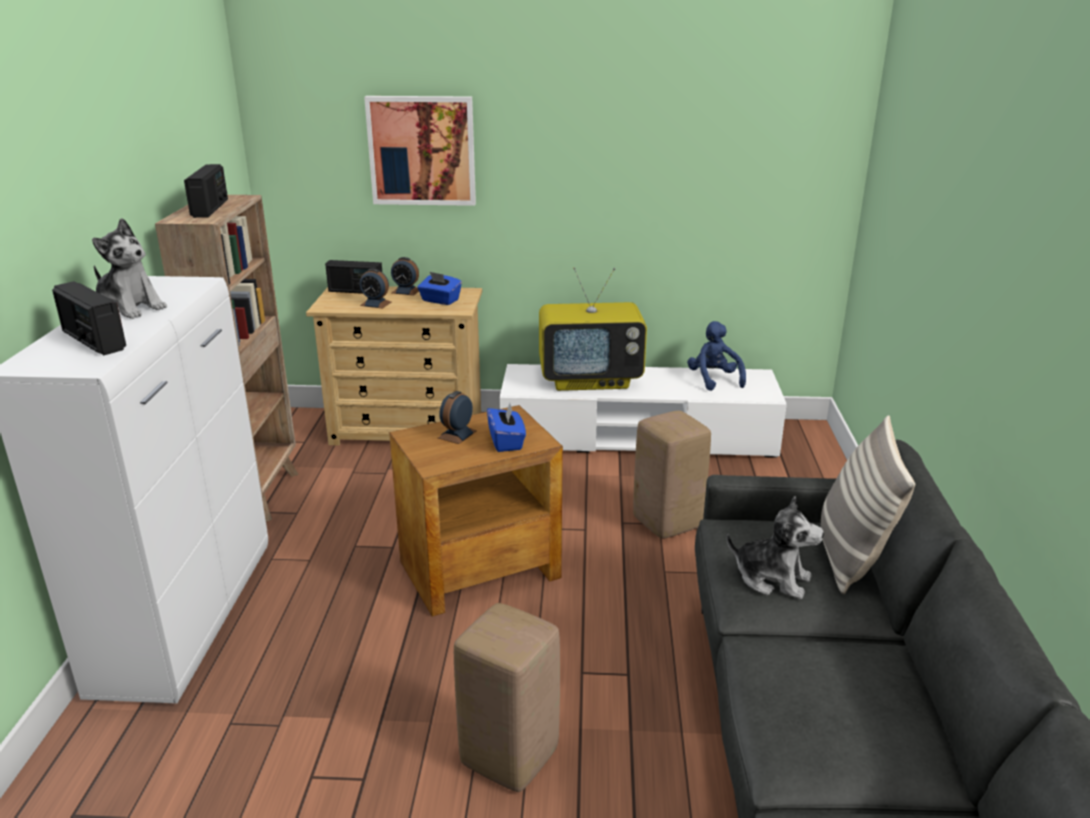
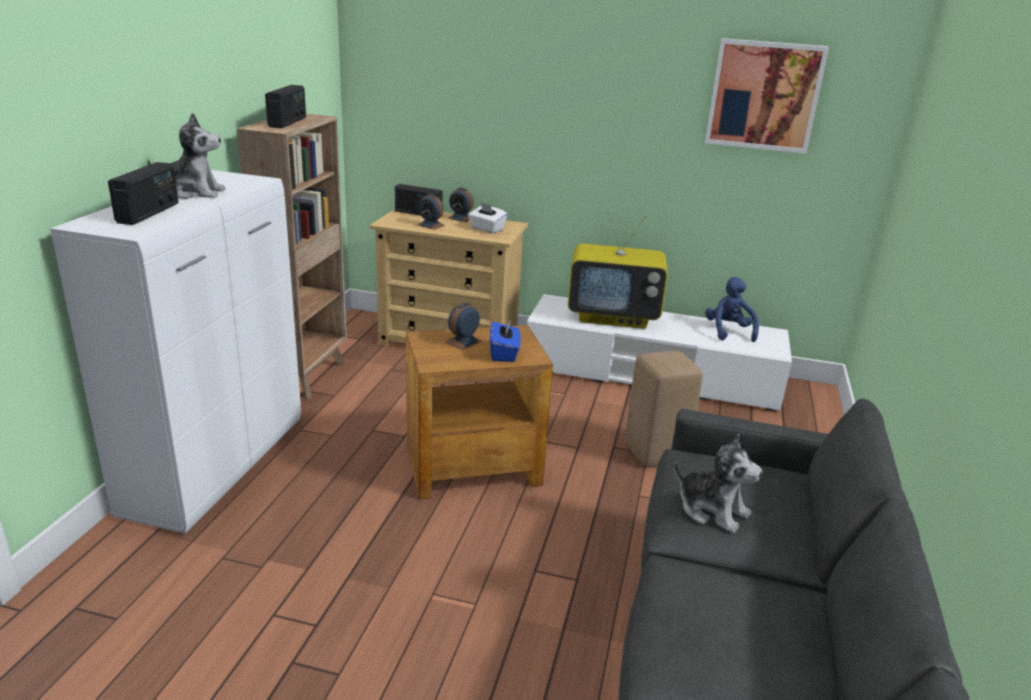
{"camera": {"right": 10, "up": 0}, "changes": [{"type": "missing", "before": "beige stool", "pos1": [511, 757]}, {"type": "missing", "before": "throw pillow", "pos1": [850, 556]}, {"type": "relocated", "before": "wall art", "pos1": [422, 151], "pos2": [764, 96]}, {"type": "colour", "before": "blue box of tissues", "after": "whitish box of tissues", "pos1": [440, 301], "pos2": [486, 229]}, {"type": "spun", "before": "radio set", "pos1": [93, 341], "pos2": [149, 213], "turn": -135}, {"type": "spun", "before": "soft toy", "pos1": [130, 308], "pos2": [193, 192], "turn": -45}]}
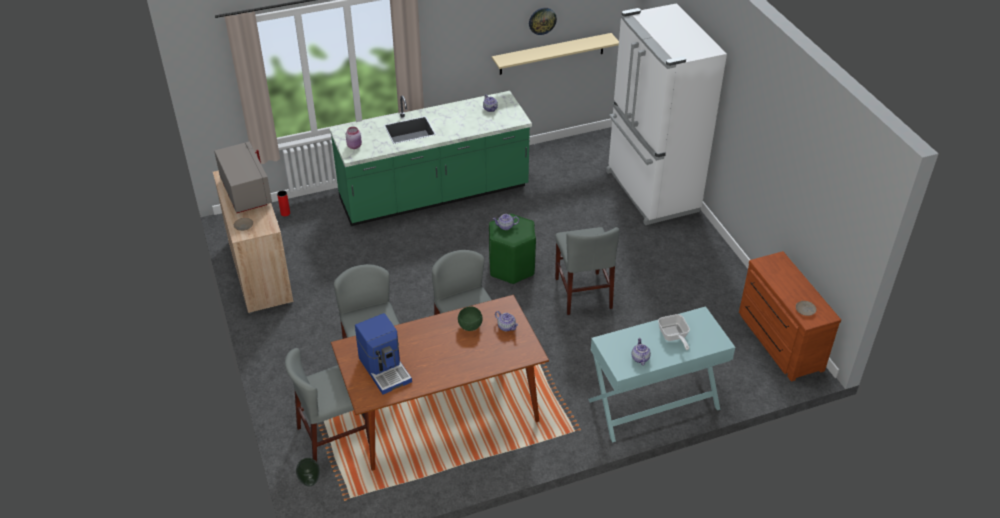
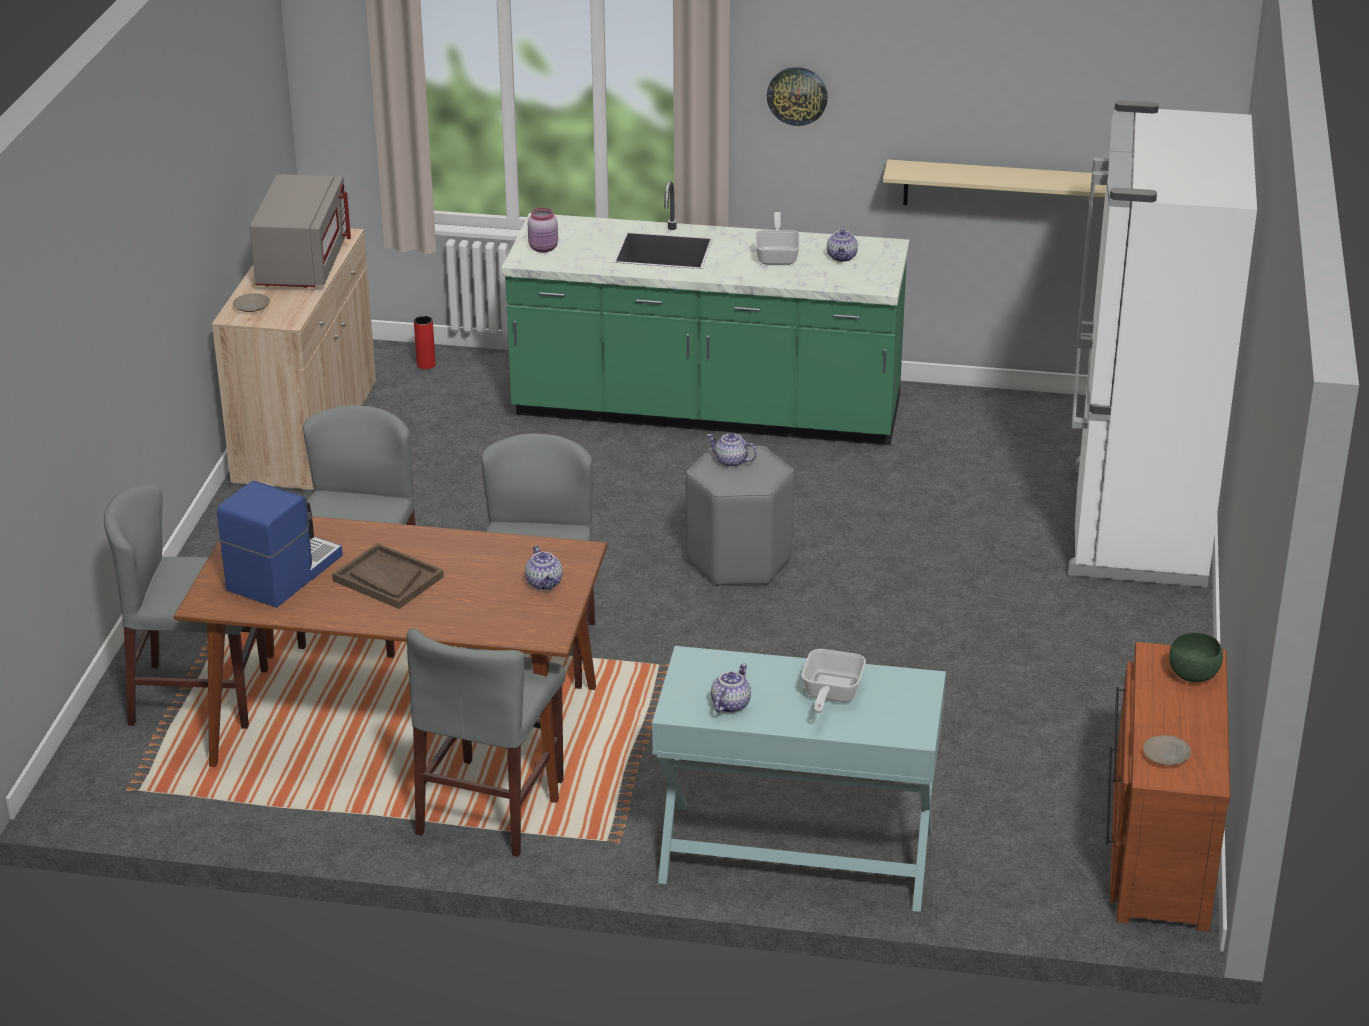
{"camera": {"right": 30, "up": -10}, "changes": [{"type": "missing", "before": "vase", "pos1": [309, 482]}, {"type": "appeared", "after": "brown-coloured carrying tray", "pos2": [387, 579]}, {"type": "appeared", "after": "frying pan", "pos2": [778, 255]}, {"type": "relocated", "before": "greenish serving bowl", "pos1": [470, 326], "pos2": [1194, 676]}, {"type": "relocated", "before": "hanging clock", "pos1": [542, 20], "pos2": [797, 95]}, {"type": "relocated", "before": "greyish plain chair", "pos1": [583, 293], "pos2": [491, 806]}, {"type": "colour", "before": "greenish stool", "after": "greyish stool", "pos1": [512, 268], "pos2": [739, 561]}, {"type": "spun", "before": "coffee machine", "pos1": [385, 369], "pos2": [282, 573], "turn": -150}]}
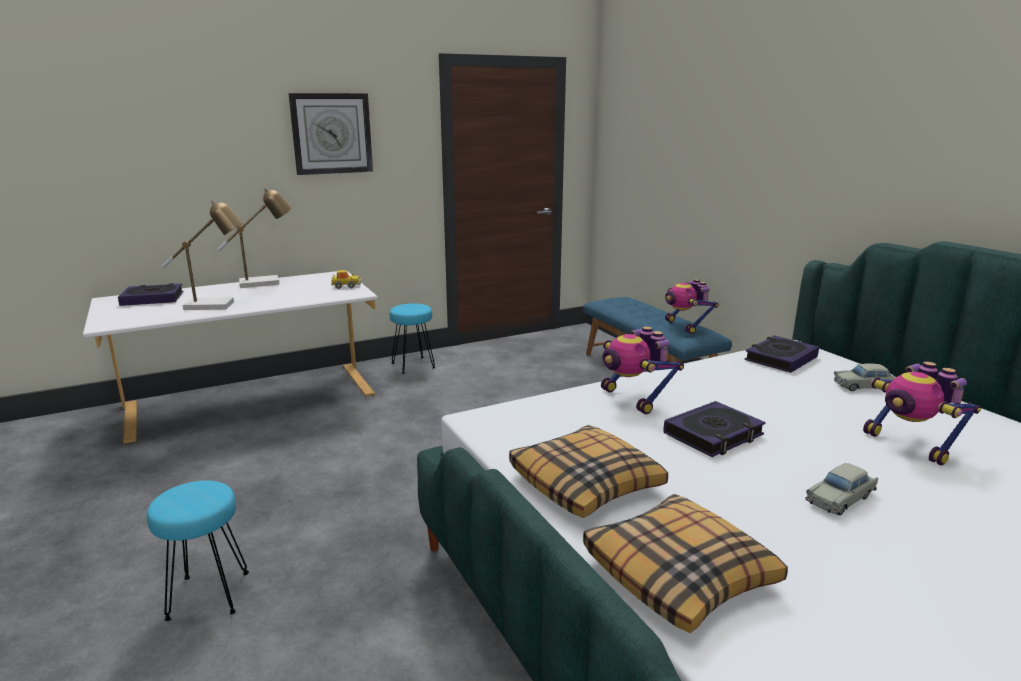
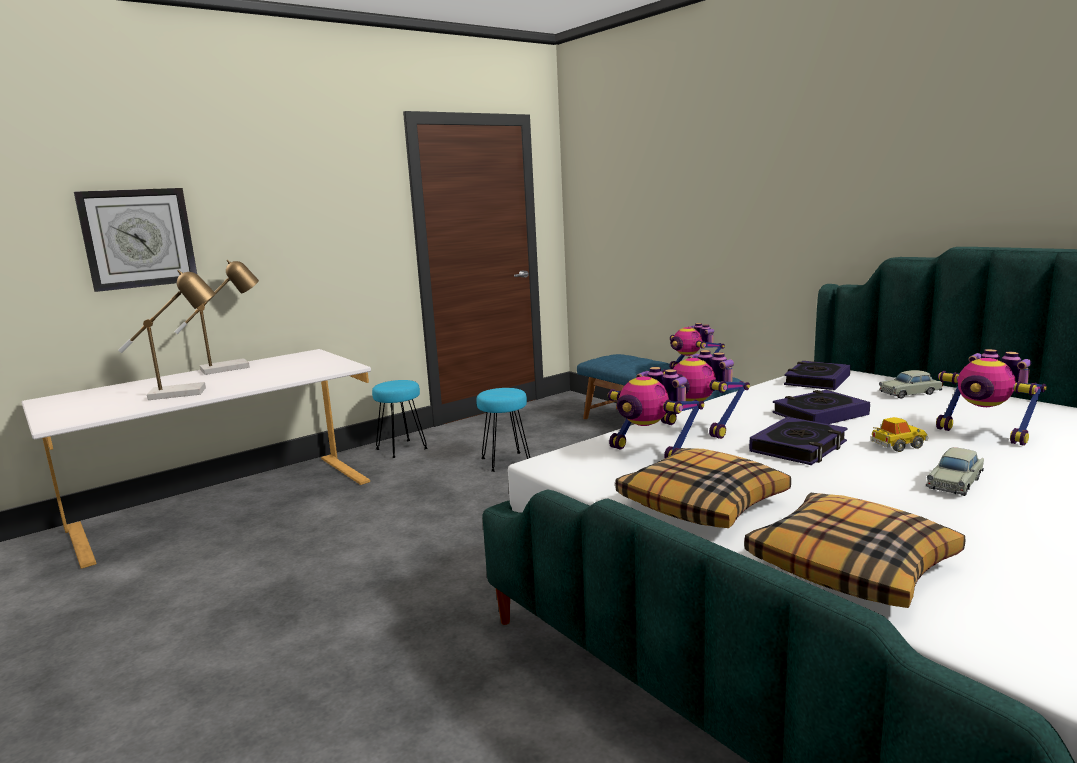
{"camera": {"right": -10, "up": -5}, "changes": [{"type": "appeared", "after": "toy robot", "pos2": [651, 452]}, {"type": "relocated", "before": "volume", "pos1": [152, 299], "pos2": [819, 414]}, {"type": "relocated", "before": "turquoise-coloured stool", "pos1": [207, 595], "pos2": [505, 462]}, {"type": "relocated", "before": "hanging clock", "pos1": [331, 133], "pos2": [138, 238]}, {"type": "relocated", "before": "miniature car", "pos1": [346, 286], "pos2": [898, 445]}]}
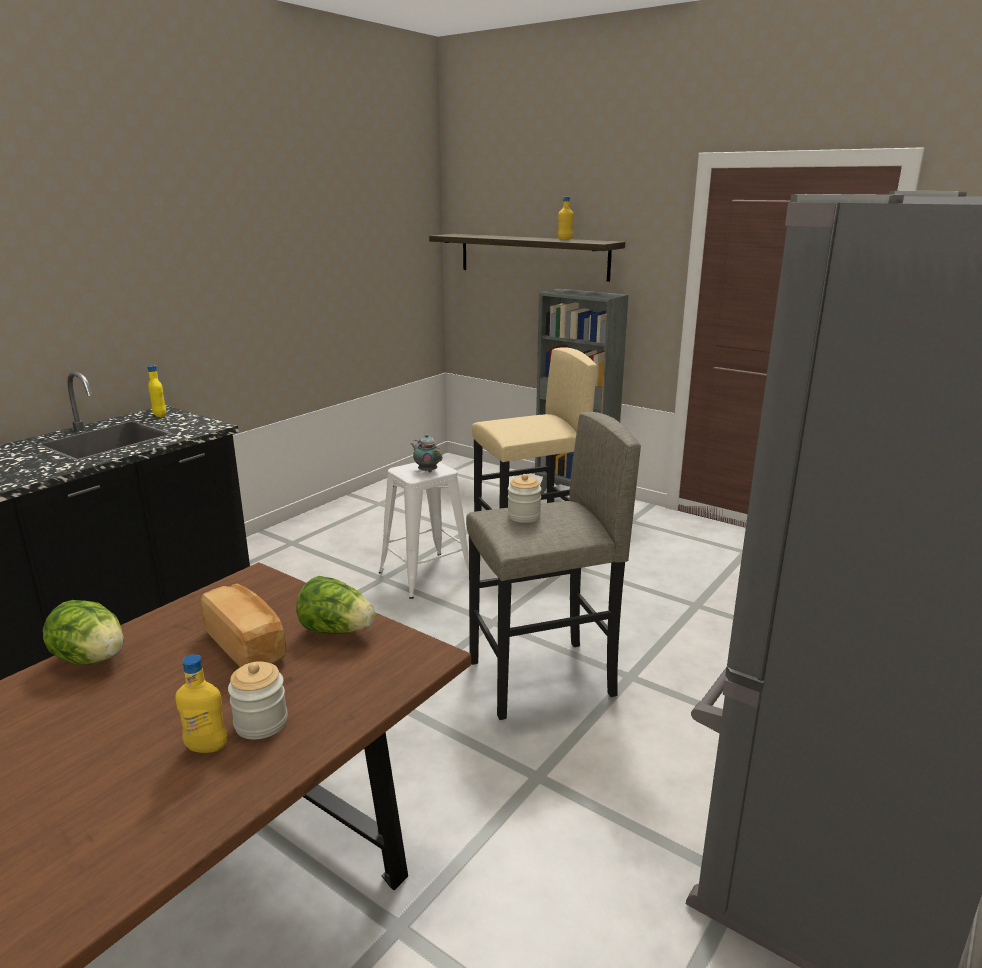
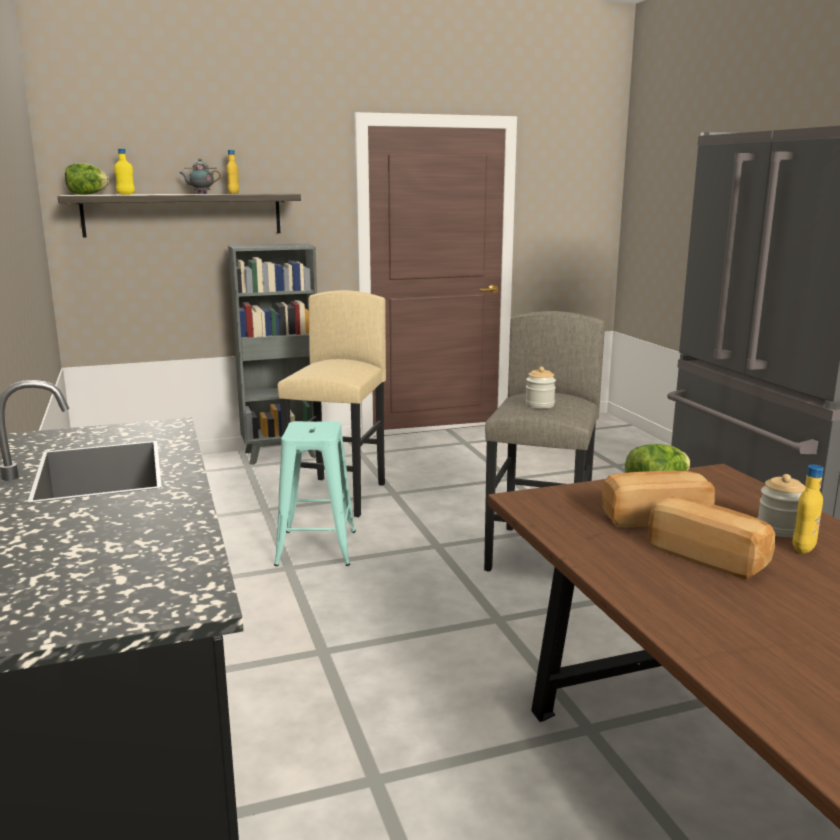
{"camera": {"right": -55, "up": -5}, "changes": [{"type": "appeared", "after": "bakery bread", "pos2": [708, 557]}, {"type": "relocated", "before": "lettuce", "pos1": [91, 658], "pos2": [87, 194]}, {"type": "relocated", "before": "yellow-coloured drink bottle", "pos1": [160, 415], "pos2": [126, 194]}, {"type": "relocated", "before": "pot for tea", "pos1": [427, 471], "pos2": [201, 194]}, {"type": "colour", "before": "whitish stool", "after": "turquoise-coloured stool", "pos1": [426, 575], "pos2": [316, 548]}]}
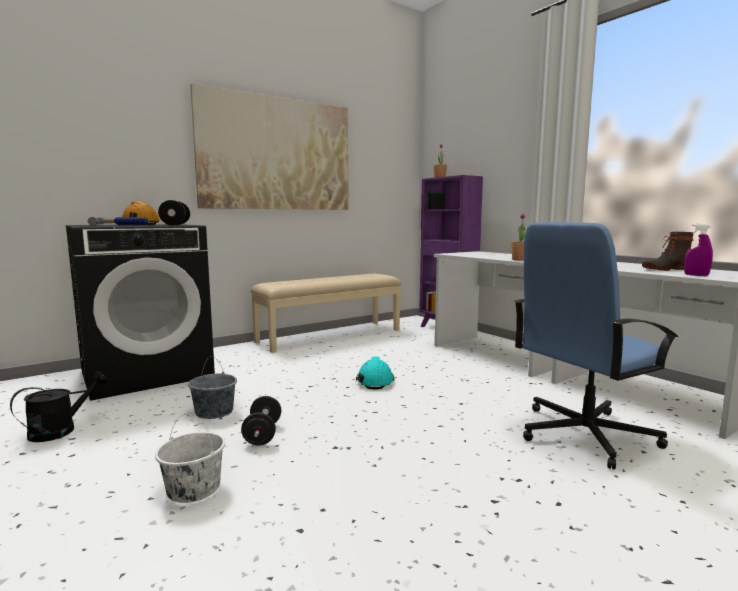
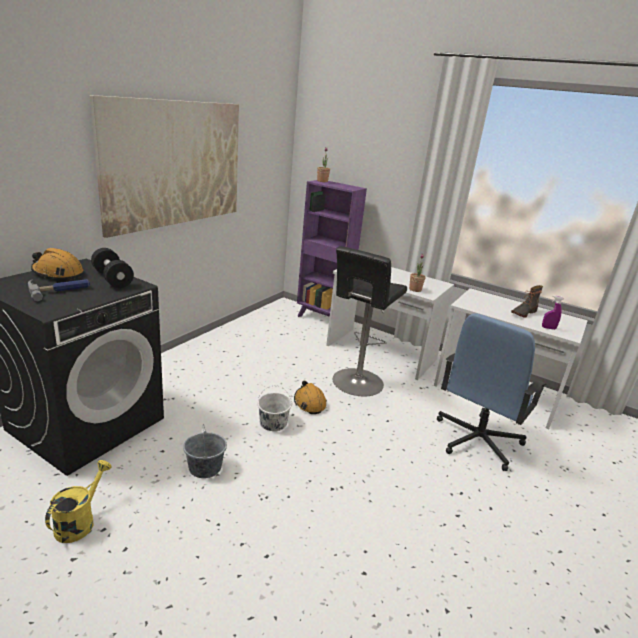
{"camera": {"right": -25, "up": 15}, "changes": [{"type": "missing", "before": "blackish dumbbell", "pos1": [262, 434]}, {"type": "missing", "before": "beige long seat", "pos1": [330, 335]}, {"type": "appeared", "after": "blackish stool", "pos2": [356, 383]}, {"type": "relocated", "before": "whitish bucket", "pos1": [193, 488], "pos2": [273, 423]}, {"type": "colour", "before": "blackish watering can", "after": "yellow-coloured watering can", "pos1": [61, 430], "pos2": [79, 521]}, {"type": "colour", "before": "turquoise-coloured hard hat", "after": "orangey hard hat", "pos1": [375, 381], "pos2": [309, 403]}]}
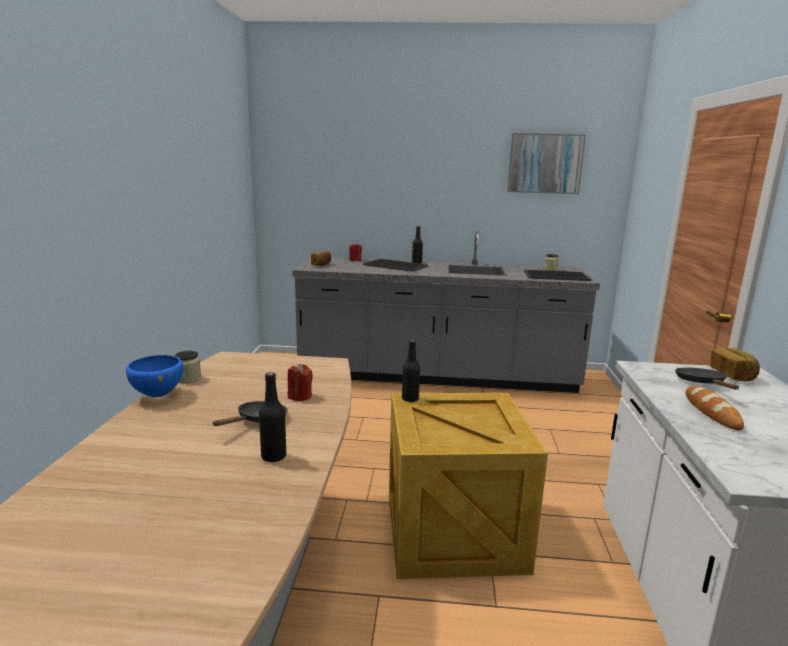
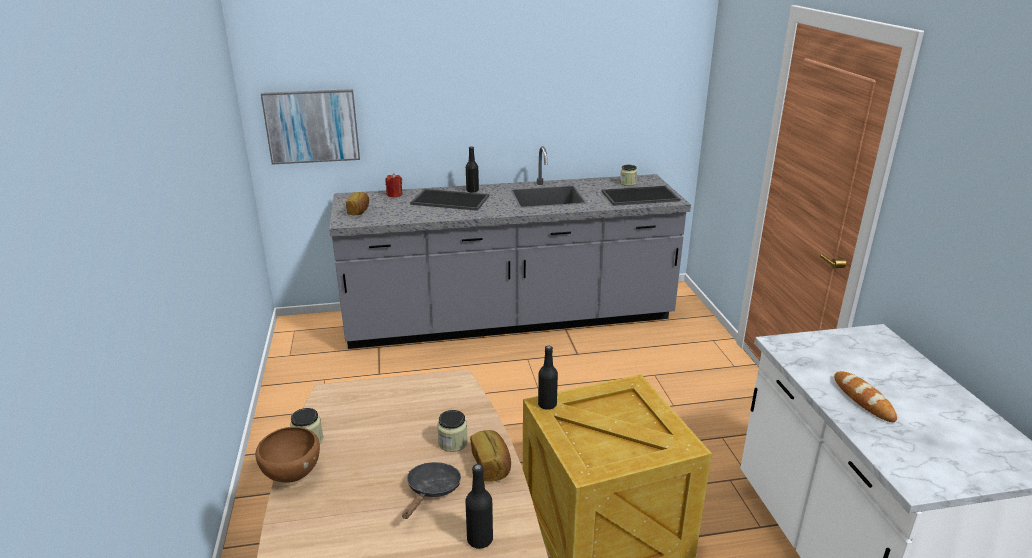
{"camera": {"right": -15, "up": 10}, "changes": [{"type": "missing", "before": "blackish frying pan", "pos1": [702, 383]}, {"type": "relocated", "before": "wall art", "pos1": [545, 163], "pos2": [312, 126]}, {"type": "relocated", "before": "bakery bread", "pos1": [732, 375], "pos2": [491, 465]}, {"type": "exchanged", "before": "red wax candle", "after": "jar", "pos1": [299, 396], "pos2": [453, 443]}, {"type": "colour", "before": "blue serving bowl", "after": "brown-coloured serving bowl", "pos1": [158, 396], "pos2": [292, 476]}]}
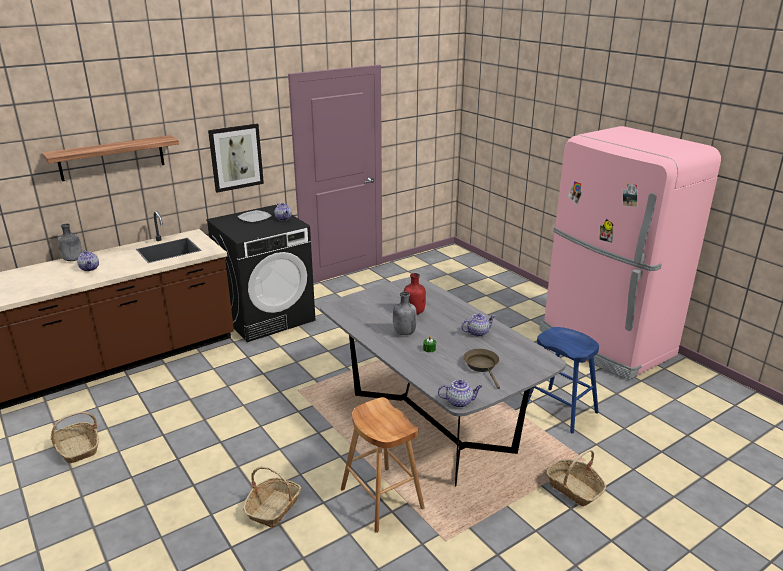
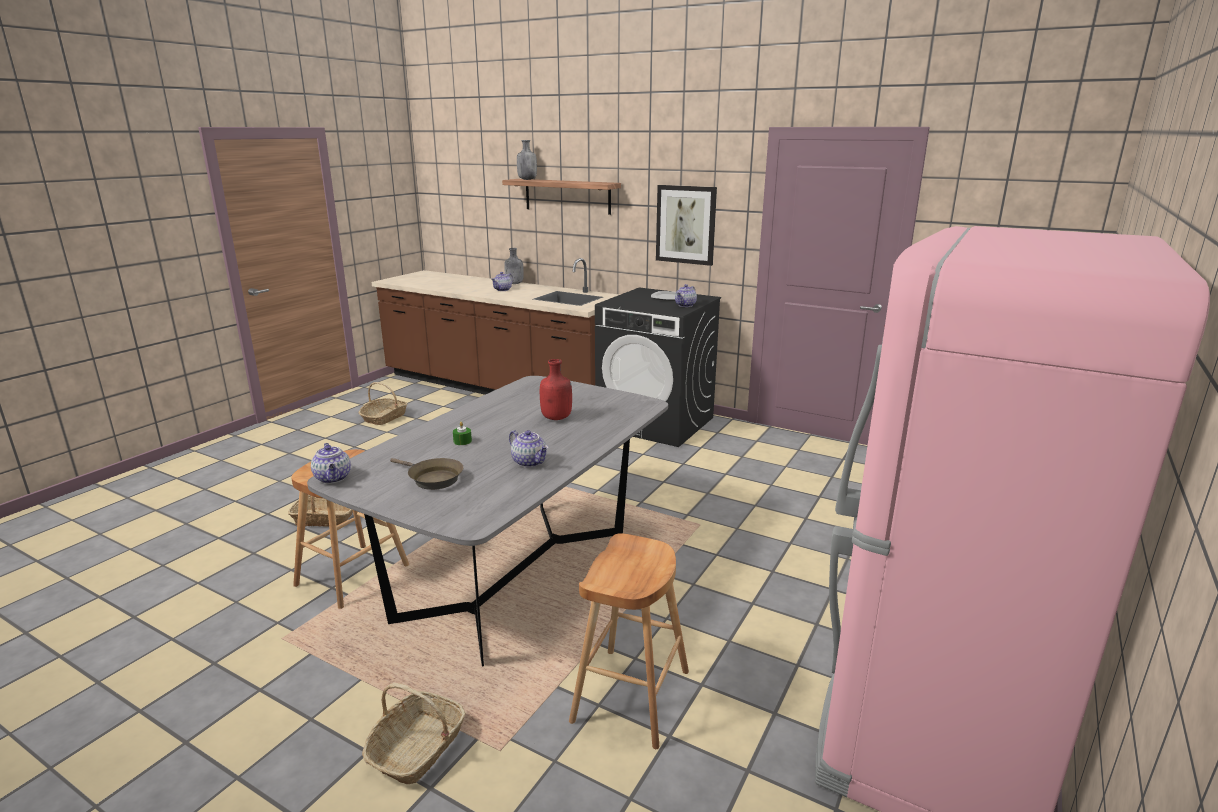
{"camera": {"right": 65, "up": -5}, "changes": [{"type": "relocated", "before": "greyish drink bottle", "pos1": [403, 332], "pos2": [527, 179]}, {"type": "colour", "before": "blue stool", "after": "brown-coloured stool", "pos1": [560, 410], "pos2": [631, 695]}, {"type": "spun", "before": "brown-coloured frying pan", "pos1": [482, 366], "pos2": [432, 479], "turn": 75}]}
